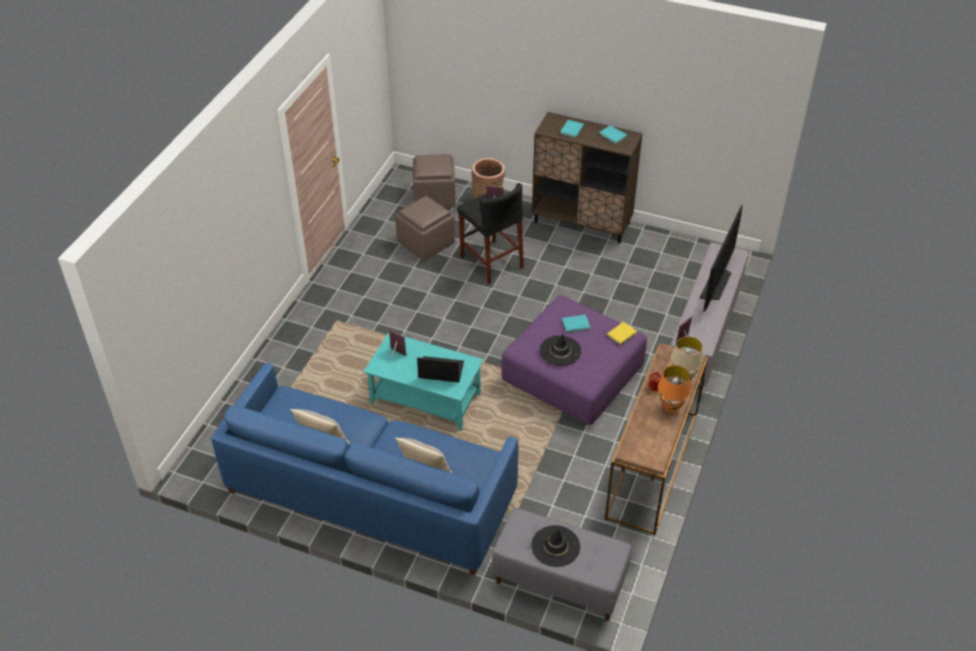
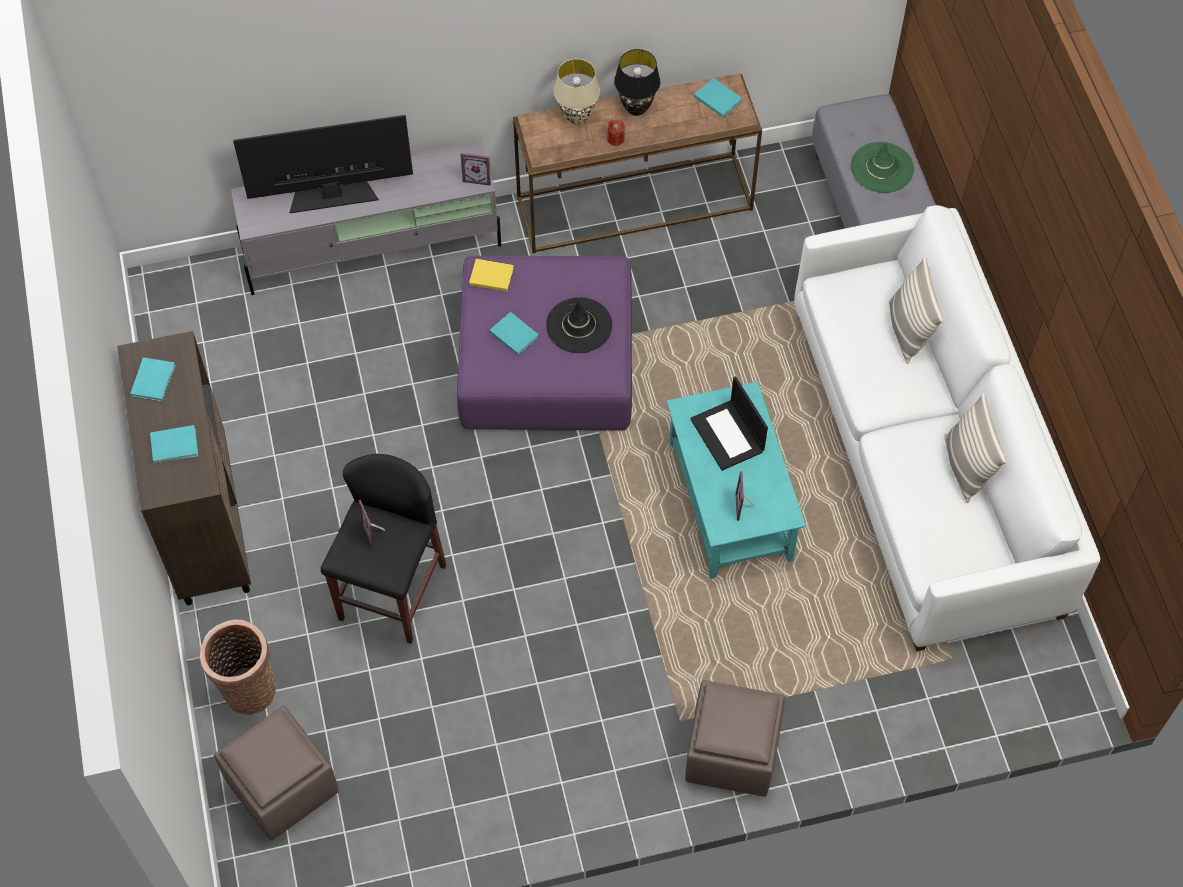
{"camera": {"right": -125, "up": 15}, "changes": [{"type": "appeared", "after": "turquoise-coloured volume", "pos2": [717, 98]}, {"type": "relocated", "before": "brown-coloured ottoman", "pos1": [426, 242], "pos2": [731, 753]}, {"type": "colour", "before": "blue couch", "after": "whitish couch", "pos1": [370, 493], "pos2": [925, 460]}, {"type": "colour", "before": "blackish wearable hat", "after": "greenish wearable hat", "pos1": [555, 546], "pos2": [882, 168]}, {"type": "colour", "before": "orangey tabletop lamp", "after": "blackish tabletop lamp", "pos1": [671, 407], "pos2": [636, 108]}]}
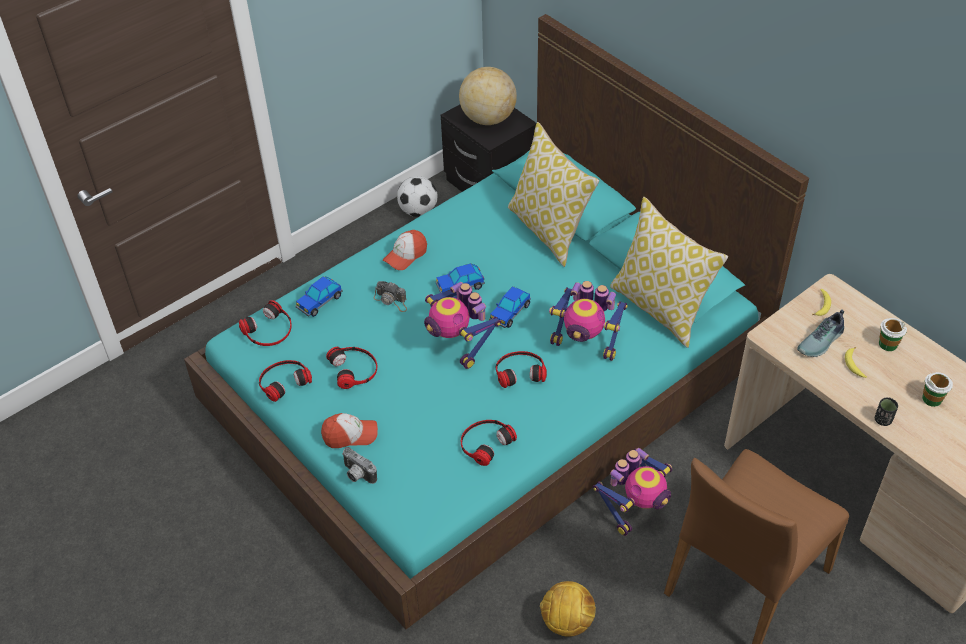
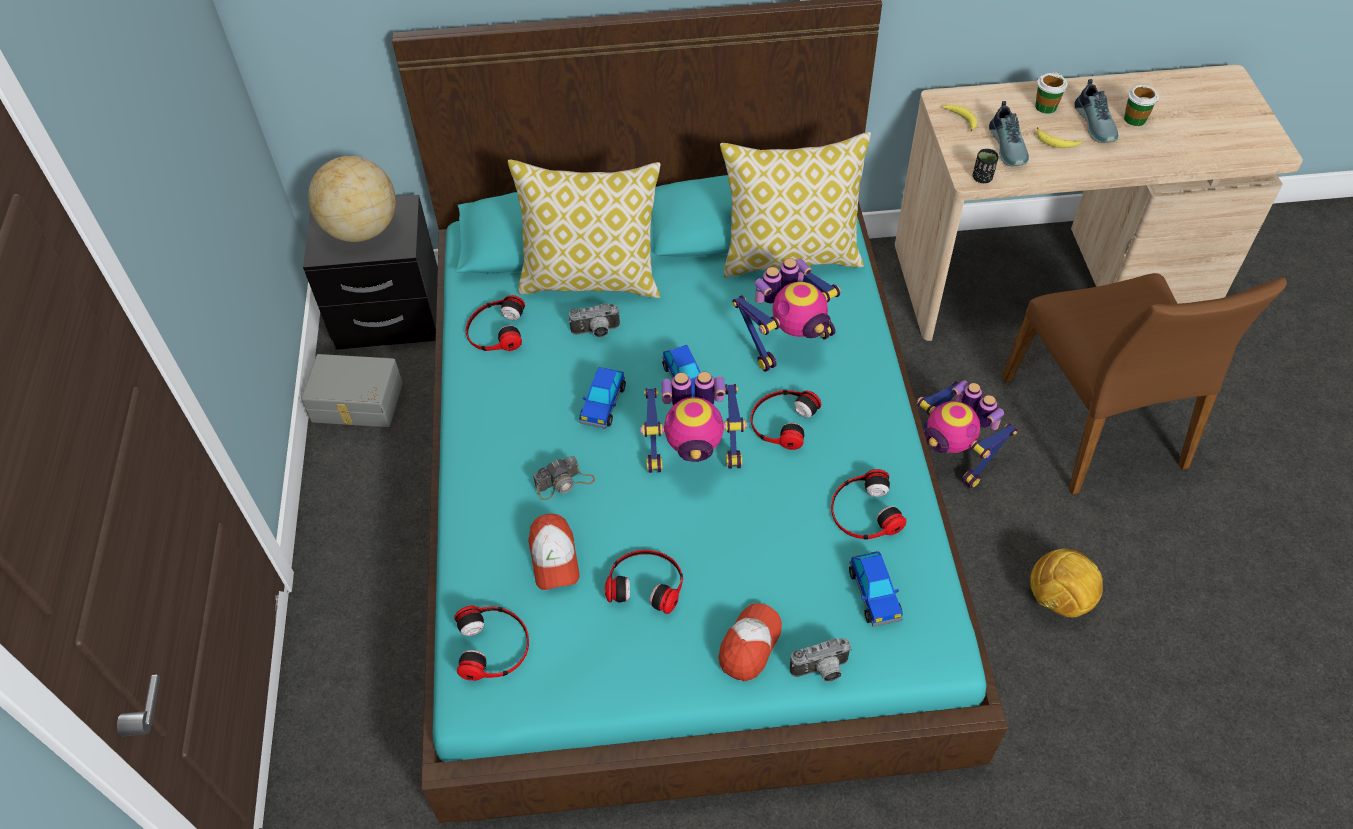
{"camera": {"right": -55, "up": 5}, "changes": [{"type": "appeared", "after": "still camera", "pos2": [596, 332]}, {"type": "appeared", "after": "item of footwear", "pos2": [1096, 123]}, {"type": "relocated", "before": "headset", "pos1": [283, 381], "pos2": [495, 330]}, {"type": "relocated", "before": "miniature car", "pos1": [319, 302], "pos2": [874, 594]}, {"type": "relocated", "before": "peaked cap", "pos1": [405, 255], "pos2": [554, 558]}, {"type": "relocated", "before": "blackish drinking cup", "pos1": [883, 420], "pos2": [982, 178]}, {"type": "exchanged", "before": "football ball", "after": "greyish storage box", "pos1": [418, 211], "pos2": [357, 403]}, {"type": "spun", "before": "toy robot", "pos1": [635, 508], "pos2": [952, 455], "turn": 150}]}
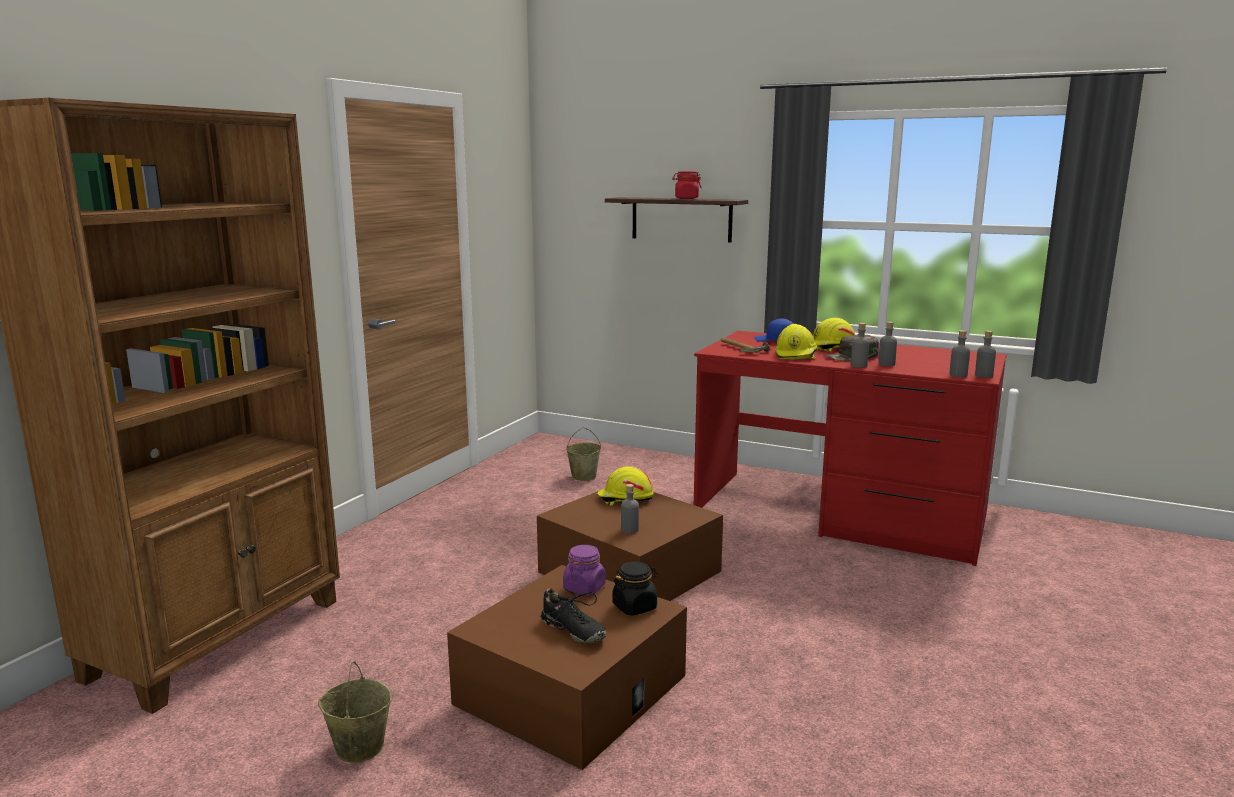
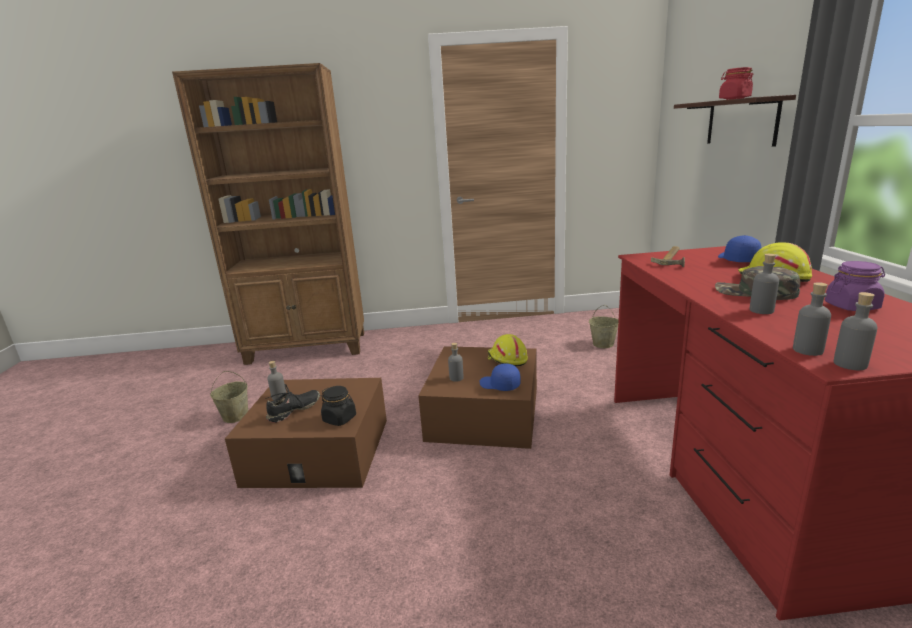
{"camera": {"right": 60, "up": 5}, "changes": [{"type": "missing", "before": "yellow-coloured hard hat", "pos1": [796, 355]}, {"type": "appeared", "after": "blue peaked cap", "pos2": [499, 385]}, {"type": "relocated", "before": "purplish jar", "pos1": [584, 588], "pos2": [851, 306]}, {"type": "relocated", "before": "greyish drink bottle", "pos1": [858, 365], "pos2": [279, 396]}, {"type": "spun", "before": "blackish item of footwear", "pos1": [572, 631], "pos2": [294, 411], "turn": -150}]}
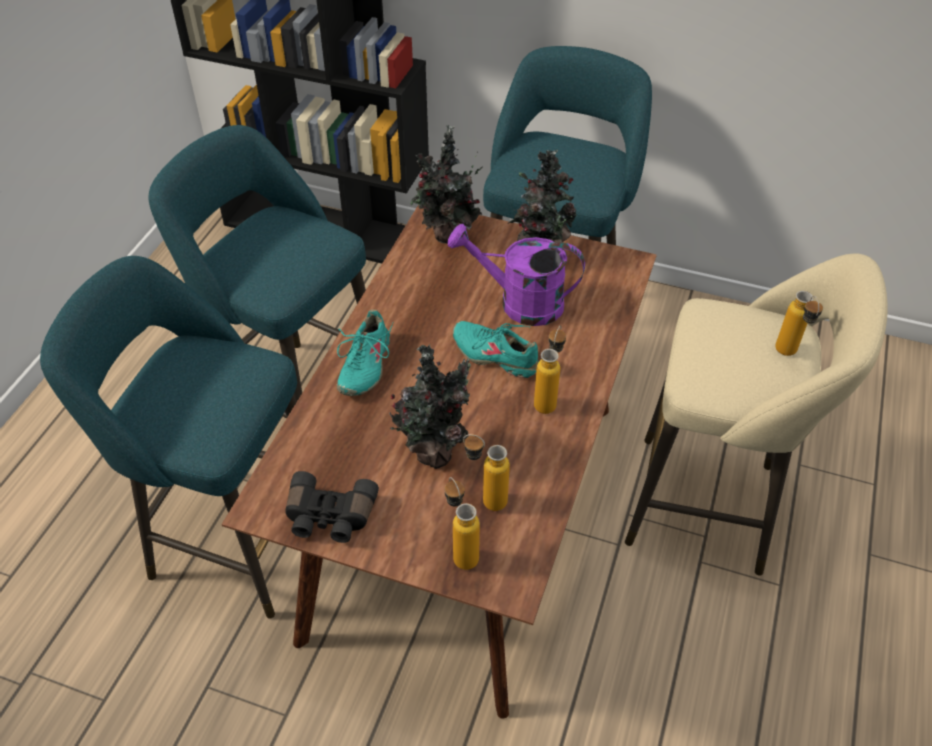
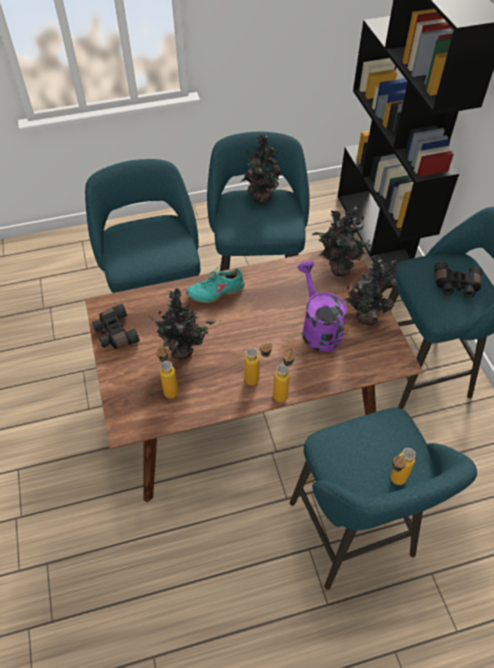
{"camera": {"right": 55, "up": 5}, "changes": [{"type": "missing", "before": "turquoise-coloured item of footwear", "pos1": [495, 355]}, {"type": "appeared", "after": "potted plant", "pos2": [260, 197]}, {"type": "appeared", "after": "blackish field glasses", "pos2": [456, 286]}, {"type": "relocated", "before": "drink bottle", "pos1": [461, 551], "pos2": [283, 391]}, {"type": "colour", "before": "beige stool", "after": "turquoise-coloured stool", "pos1": [711, 506], "pos2": [354, 535]}]}
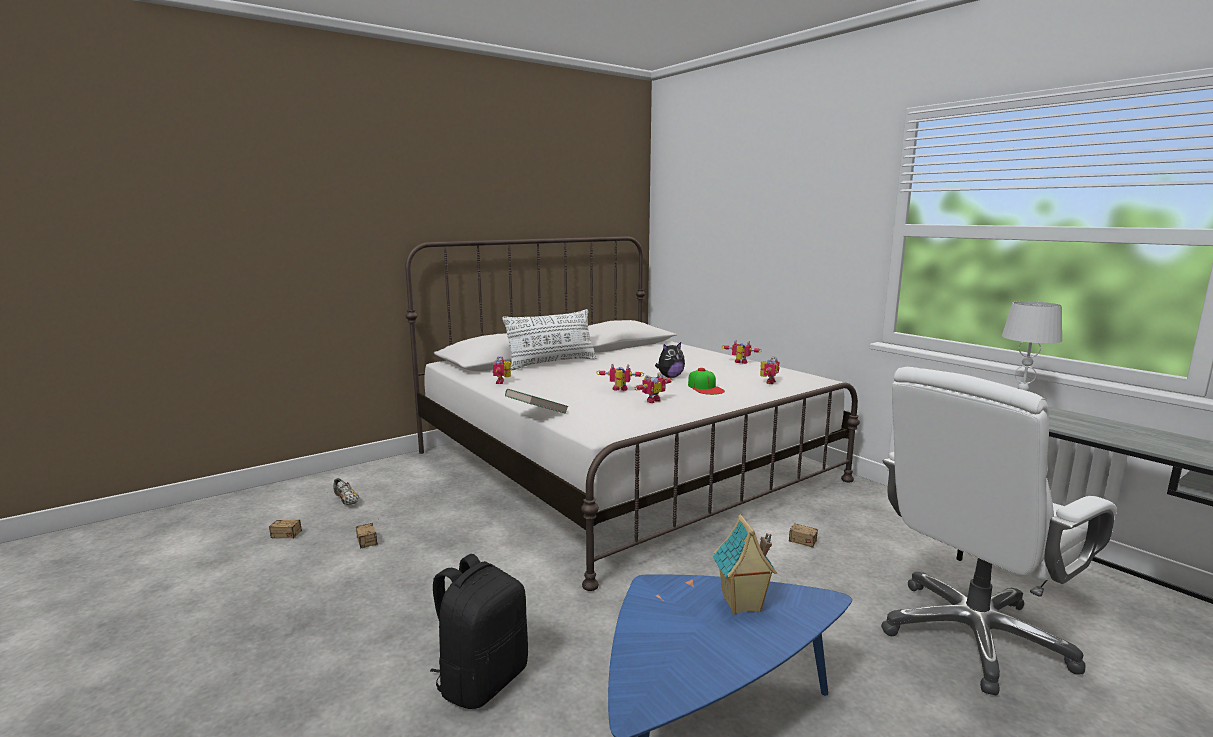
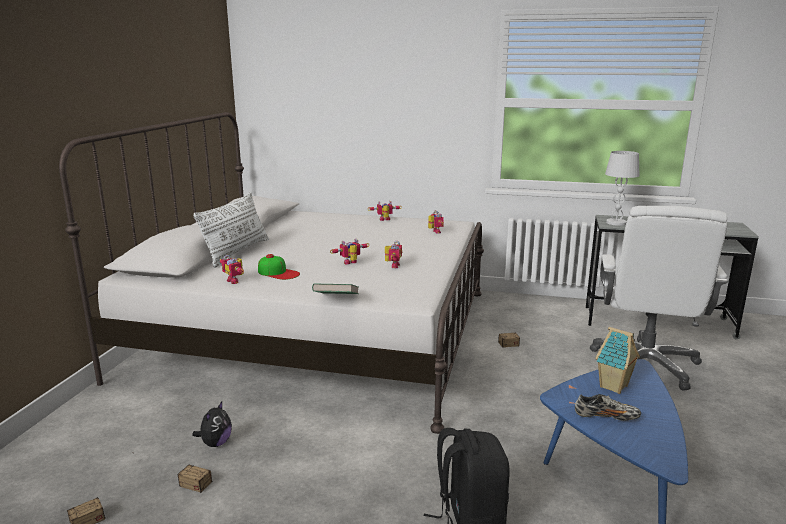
{"camera": {"right": -40, "up": 5}, "changes": [{"type": "relocated", "before": "item of footwear", "pos1": [347, 500], "pos2": [606, 417]}, {"type": "relocated", "before": "soft toy", "pos1": [670, 377], "pos2": [215, 443]}, {"type": "relocated", "before": "peaked cap", "pos1": [705, 388], "pos2": [278, 273]}]}
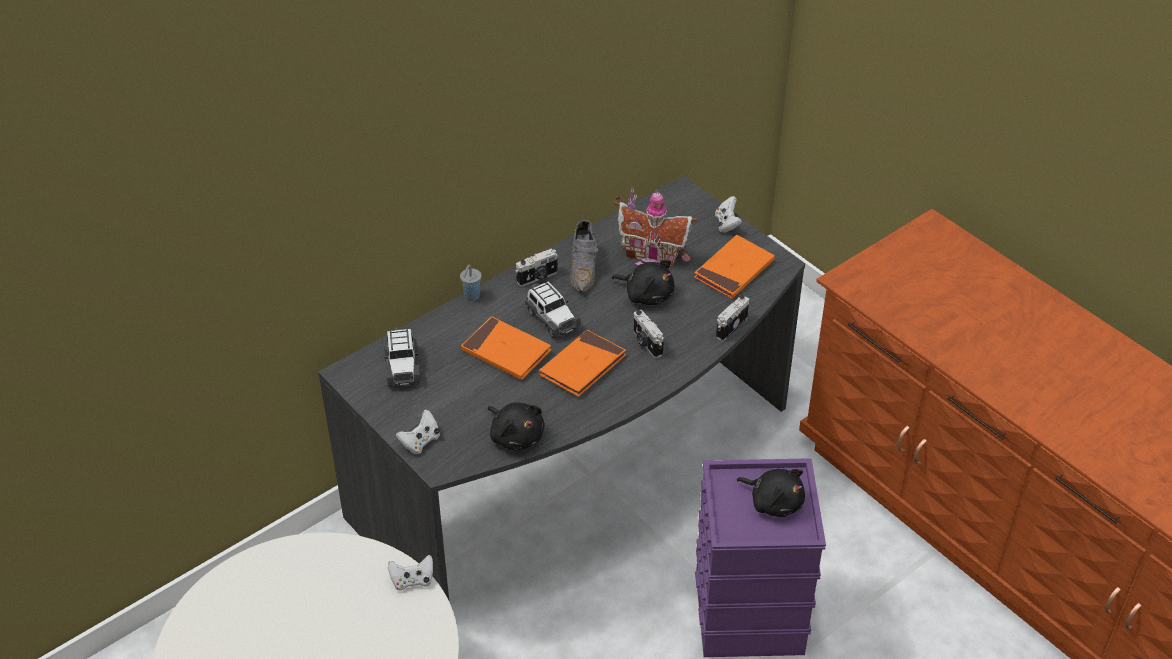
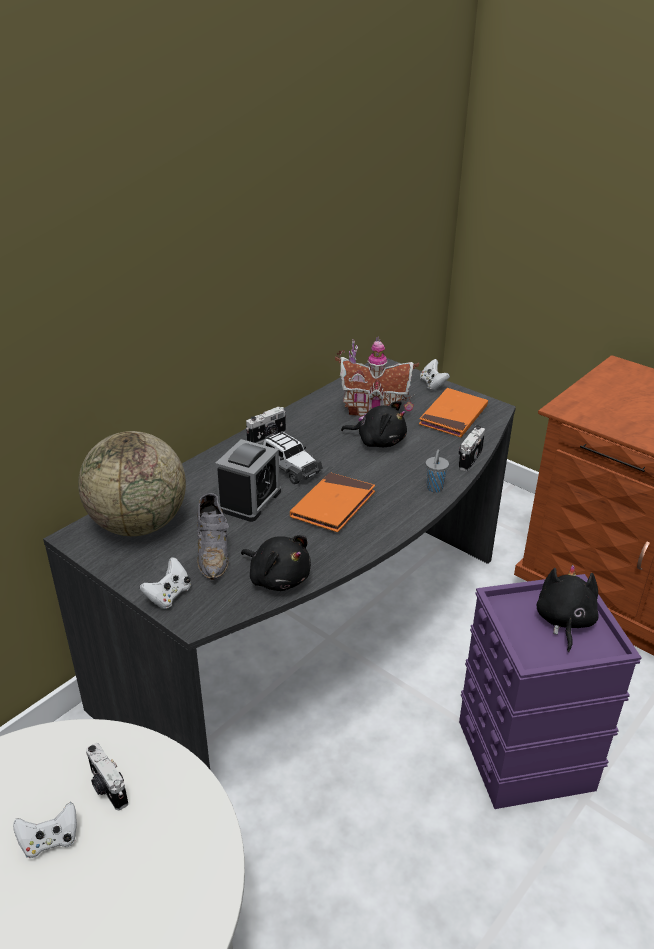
{"camera": {"right": -10, "up": -10}, "changes": [{"type": "relocated", "before": "whitish game controller", "pos1": [412, 580], "pos2": [50, 841]}, {"type": "relocated", "before": "greyish drinking cup", "pos1": [471, 297], "pos2": [434, 489]}, {"type": "relocated", "before": "greyish item of footwear", "pos1": [584, 268], "pos2": [213, 552]}, {"type": "relocated", "before": "still camera", "pos1": [646, 343], "pos2": [107, 788]}, {"type": "exchanged", "before": "miniature car", "after": "globe", "pos1": [402, 367], "pos2": [139, 524]}, {"type": "exchanged", "before": "orangey volume", "after": "table clock", "pos1": [506, 351], "pos2": [249, 500]}, {"type": "spun", "before": "blackish soft toy", "pos1": [774, 502], "pos2": [564, 621], "turn": -105}]}
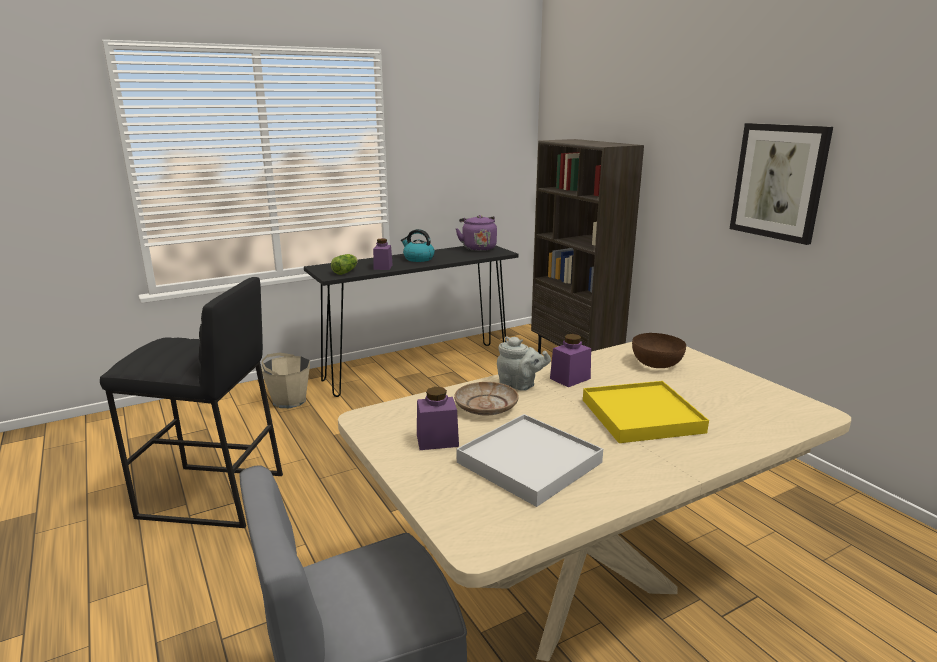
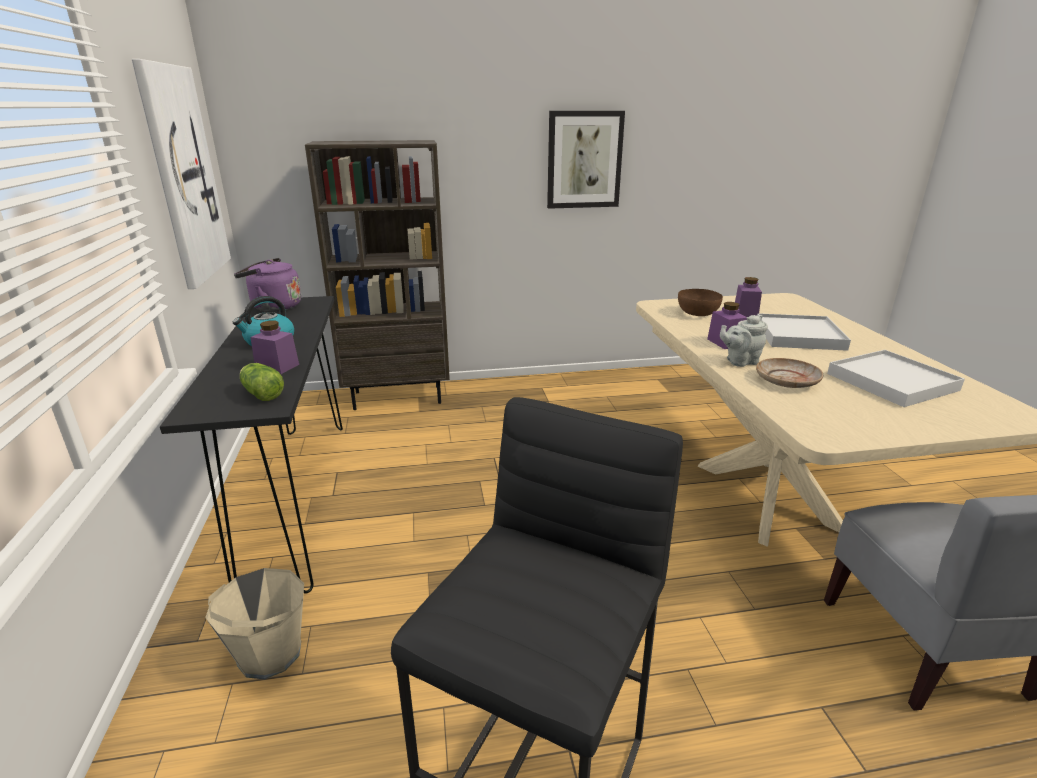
{"camera": {"right": -70, "up": 5}, "changes": [{"type": "appeared", "after": "wall art", "pos2": [183, 175]}, {"type": "relocated", "before": "purplish jar", "pos1": [437, 440], "pos2": [745, 313]}, {"type": "colour", "before": "yellow-coloured carrying tray", "after": "whitish carrying tray", "pos1": [642, 416], "pos2": [799, 336]}, {"type": "spun", "before": "greyish pot for tea", "pos1": [519, 386], "pos2": [739, 361], "turn": -150}]}
